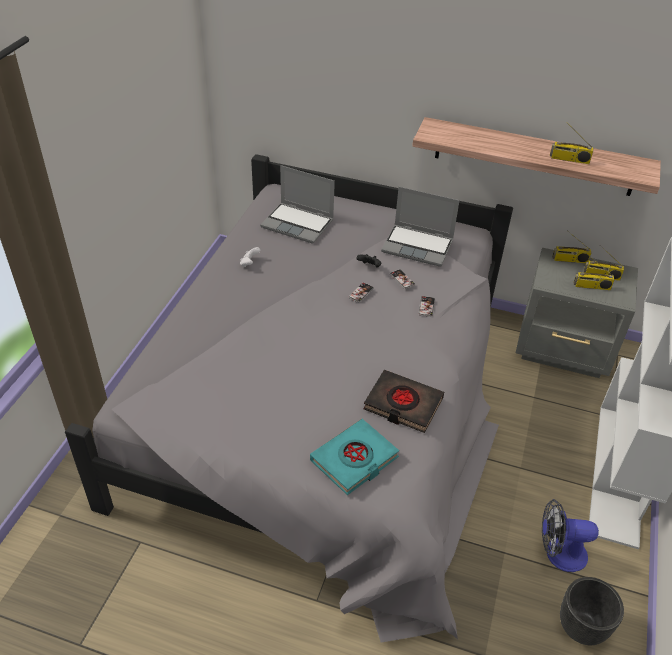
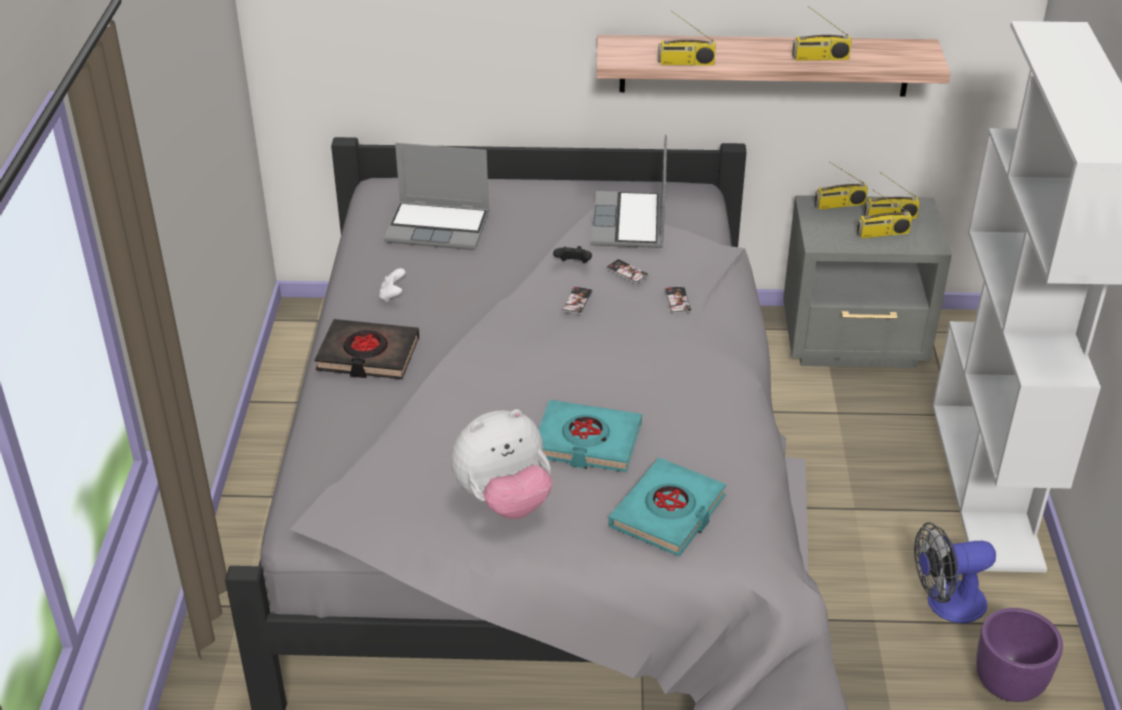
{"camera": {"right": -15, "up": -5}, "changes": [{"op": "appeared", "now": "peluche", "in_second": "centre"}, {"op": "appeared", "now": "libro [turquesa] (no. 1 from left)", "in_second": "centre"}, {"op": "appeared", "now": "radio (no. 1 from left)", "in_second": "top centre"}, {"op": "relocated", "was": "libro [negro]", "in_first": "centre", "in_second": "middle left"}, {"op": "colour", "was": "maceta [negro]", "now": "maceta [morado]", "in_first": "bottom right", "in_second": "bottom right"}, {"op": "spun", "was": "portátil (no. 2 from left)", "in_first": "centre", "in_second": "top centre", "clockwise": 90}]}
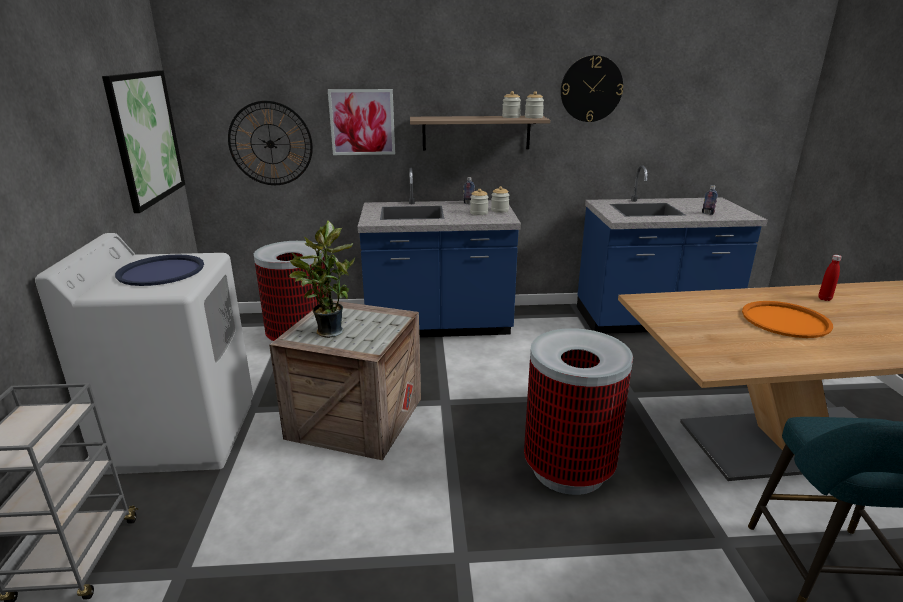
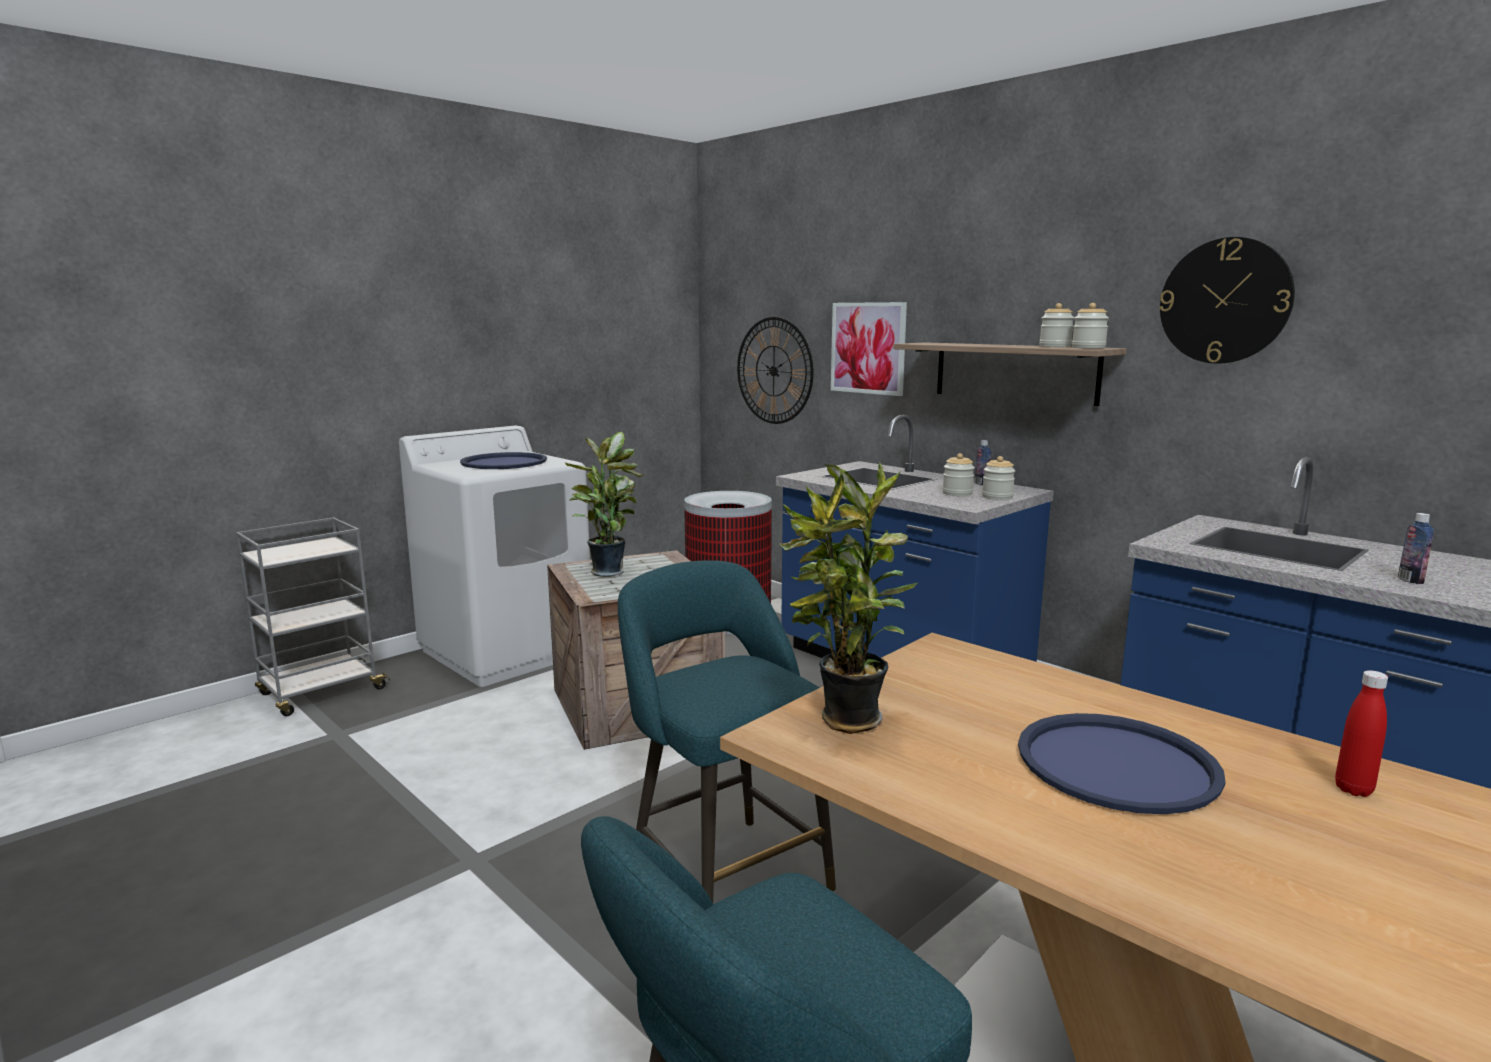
{"camera": {"right": 50, "up": -10}, "changes": [{"op": "missing", "was": "cuadro (no. 1 from left)", "in_first": "top left"}, {"op": "appeared", "now": "planta en maceta (no. 2 from left)", "in_second": "centre"}, {"op": "exchanged", "was": "papelera (no. 2 from left)", "now": "taburete [turquesa] (no. 1 from left)", "in_first": "bottom centre", "in_second": "bottom centre"}, {"op": "colour", "was": "bandeja [naranja]", "now": "bandeja [azul] (no. 2 from left)", "in_first": "middle right", "in_second": "bottom right"}]}
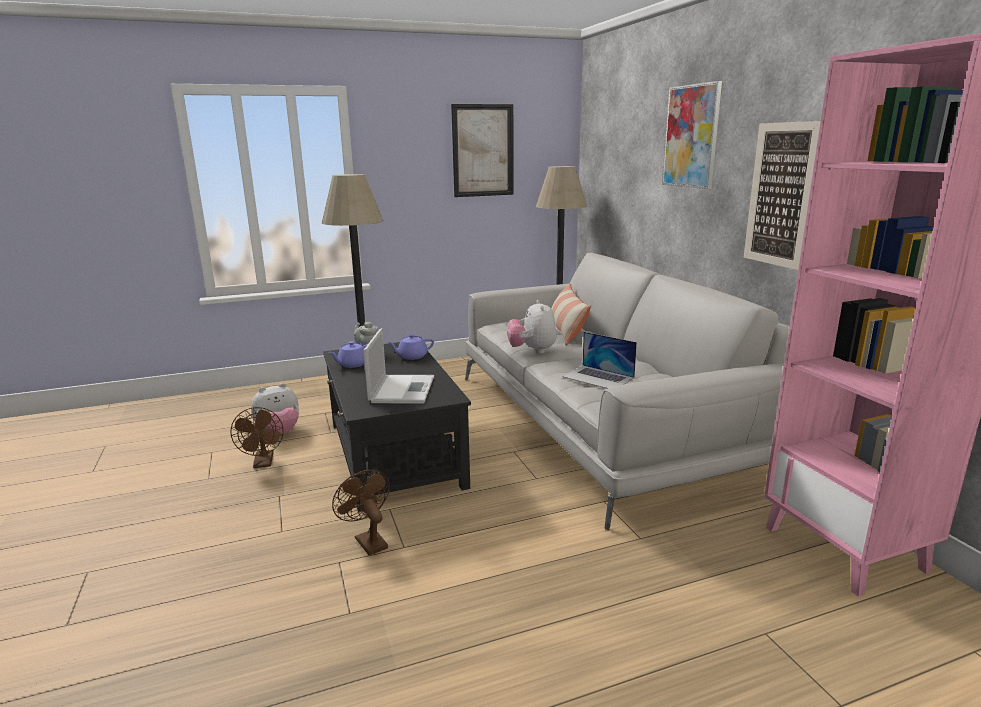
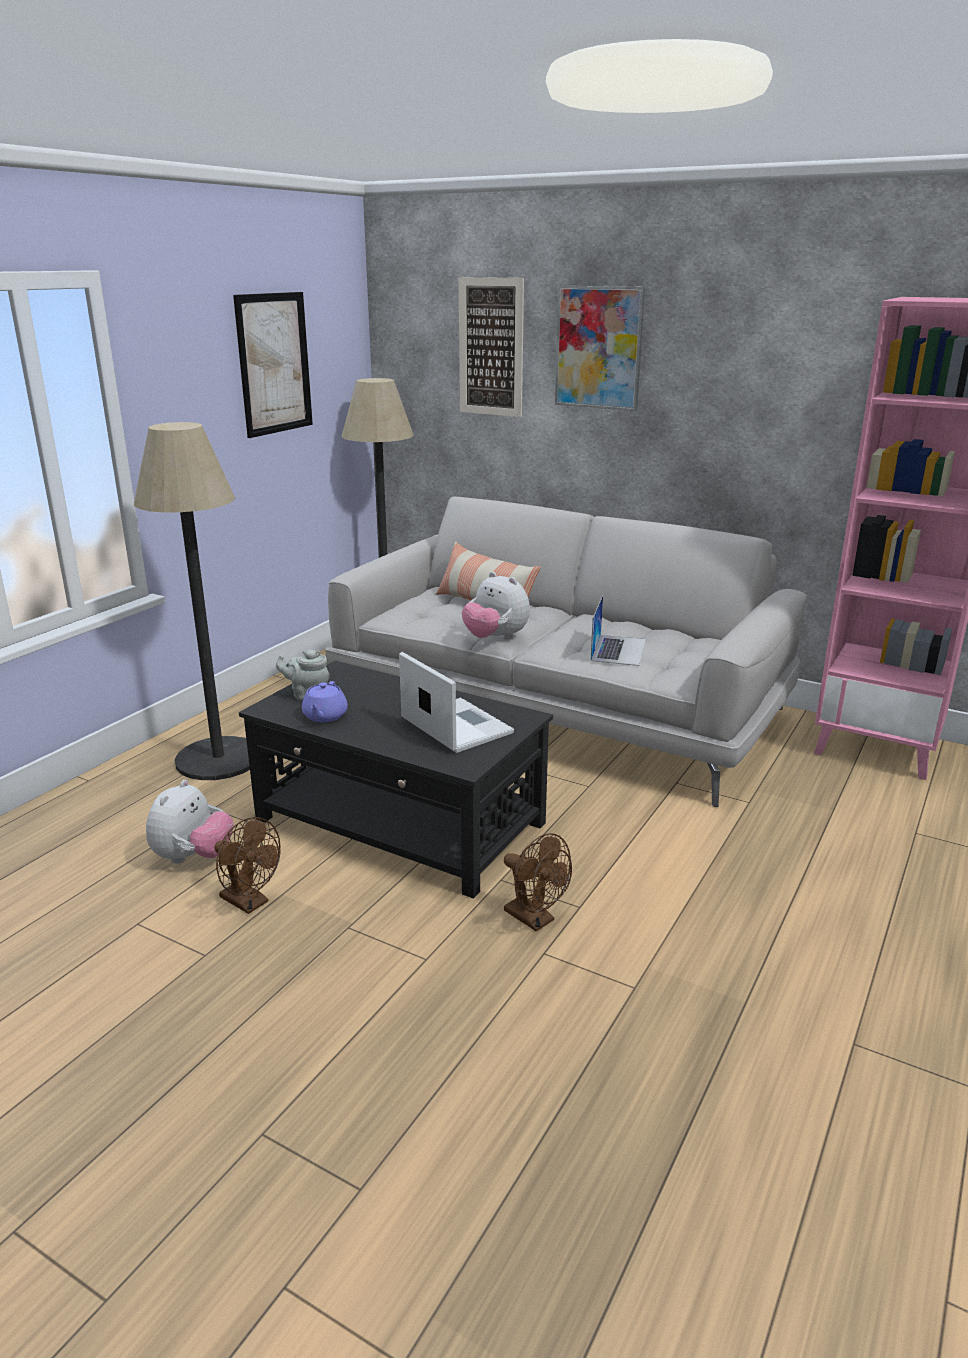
{"camera": {"right": -40, "up": 5}, "changes": [{"op": "missing", "was": "tetera [morado] (no. 2 from left)", "in_first": "centre"}, {"op": "relocated", "was": "cuadro (no. 3 from left in the first image)", "now": "cuadro (no. 2 from left)", "in_first": "top right", "in_second": "top centre"}, {"op": "spun", "was": "ventilador [marrón] (no. 2 from left)", "in_first": "bottom centre", "in_second": "centre", "clockwise": -150}, {"op": "spun", "was": "portátil (no. 2 from left)", "in_first": "centre", "in_second": "centre", "clockwise": -75}]}
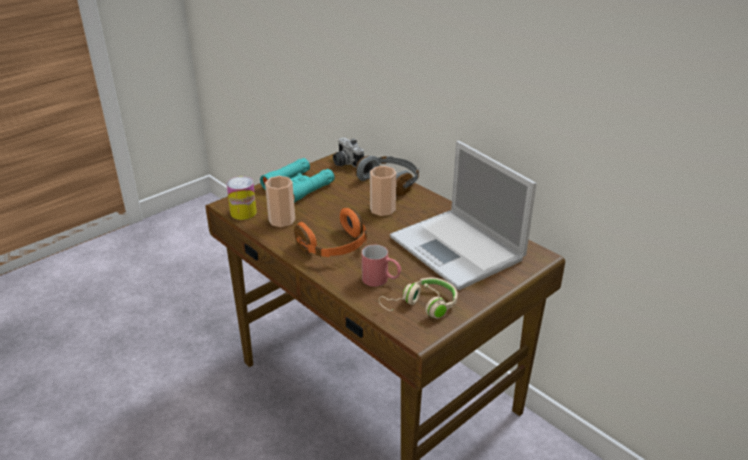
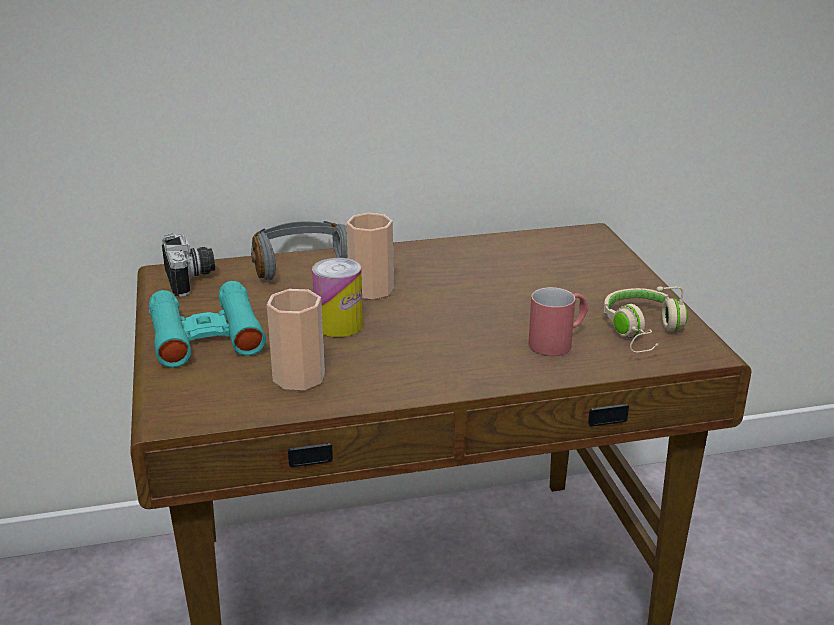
{"camera": {"right": -60, "up": -5}, "changes": [{"op": "missing", "was": "auriculares [naranja]", "in_first": "centre"}, {"op": "missing", "was": "portátil", "in_first": "centre"}, {"op": "relocated", "was": "lata", "in_first": "middle left", "in_second": "centre"}, {"op": "spun", "was": "cámara", "in_first": "top centre", "in_second": "middle left", "clockwise": -105}]}
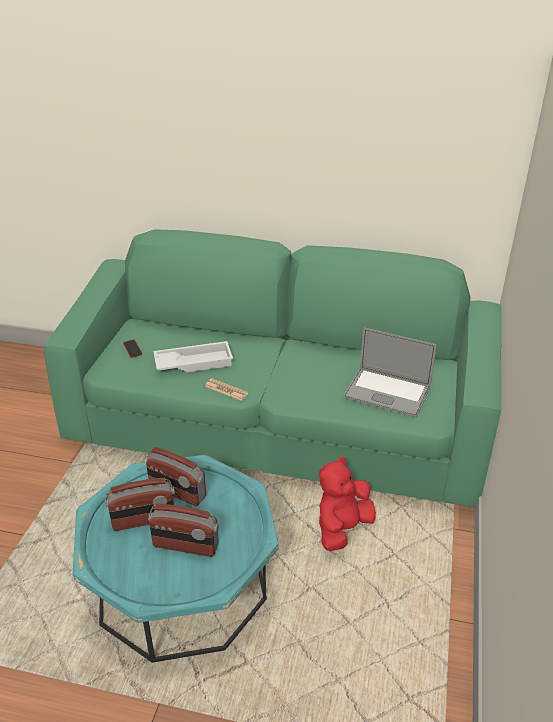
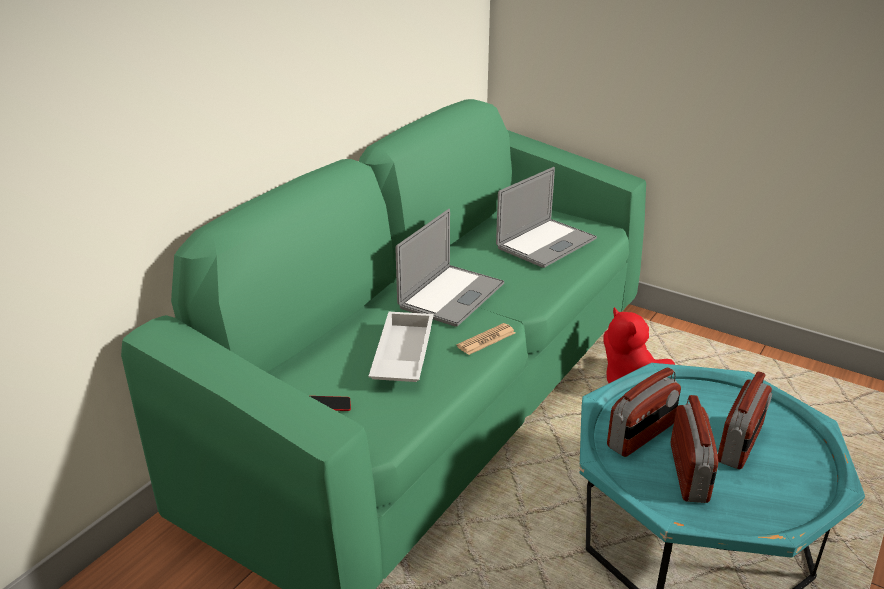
{"camera": {"right": -70, "up": -5}, "changes": [{"op": "appeared", "now": "portátil (no. 1 from left)", "in_second": "centre"}]}
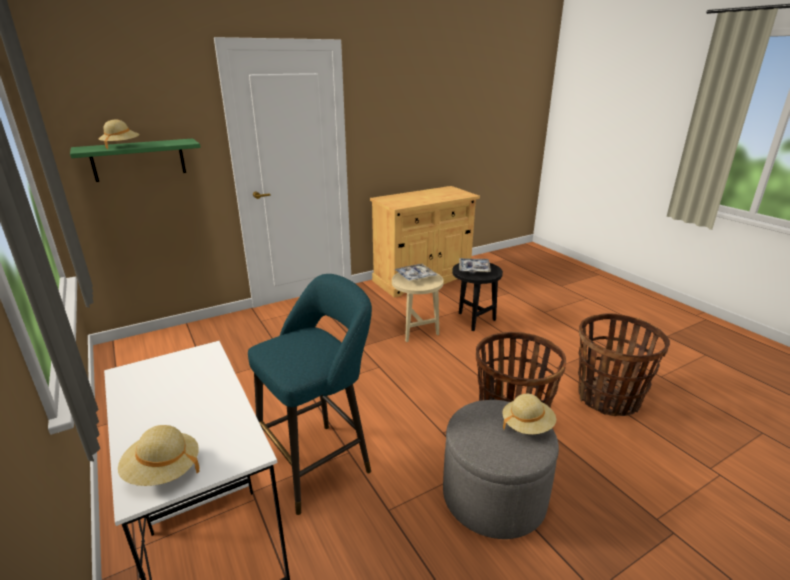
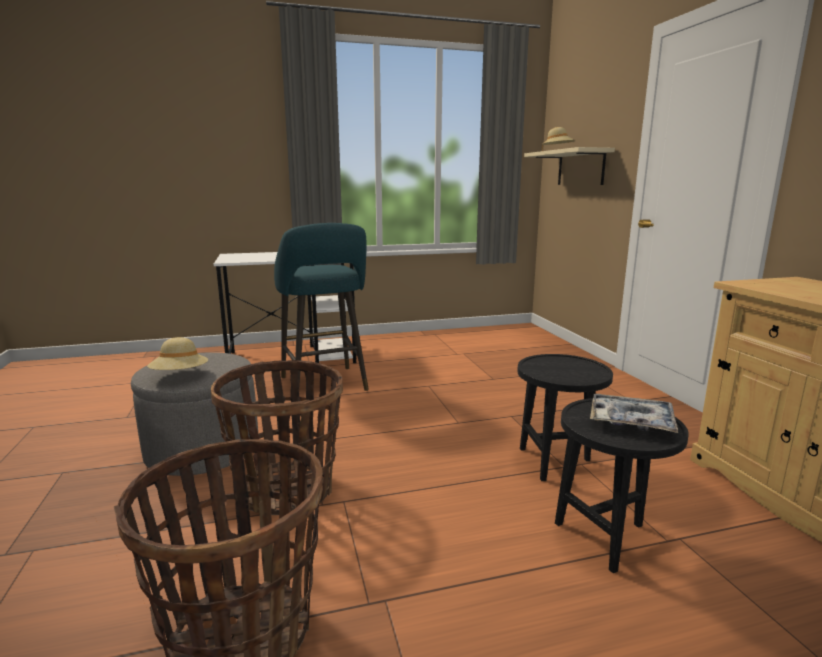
{"camera": {"right": 105, "up": -10}, "changes": [{"op": "missing", "was": "sombrero [beis] (no. 2 from left)", "in_first": "bottom left"}, {"op": "missing", "was": "bandeja (no. 1 from left)", "in_first": "centre"}, {"op": "colour", "was": "estante [verde]", "now": "estante [beis]", "in_first": "top left", "in_second": "top right"}, {"op": "colour", "was": "mesa auxiliar [beis]", "now": "mesa auxiliar [negro] (no. 1 from left)", "in_first": "centre", "in_second": "middle right"}]}
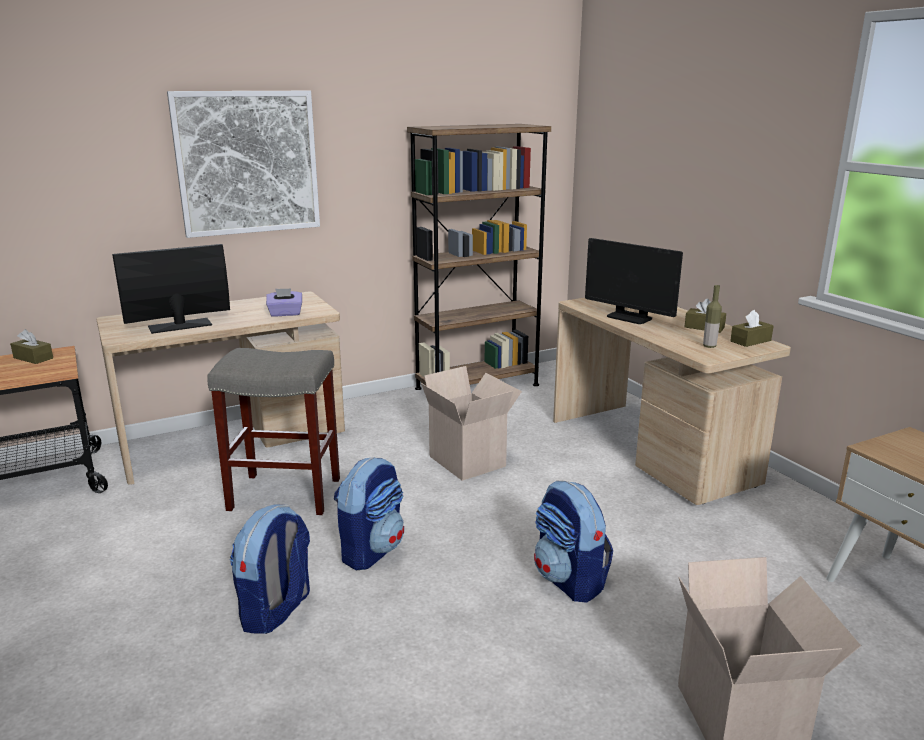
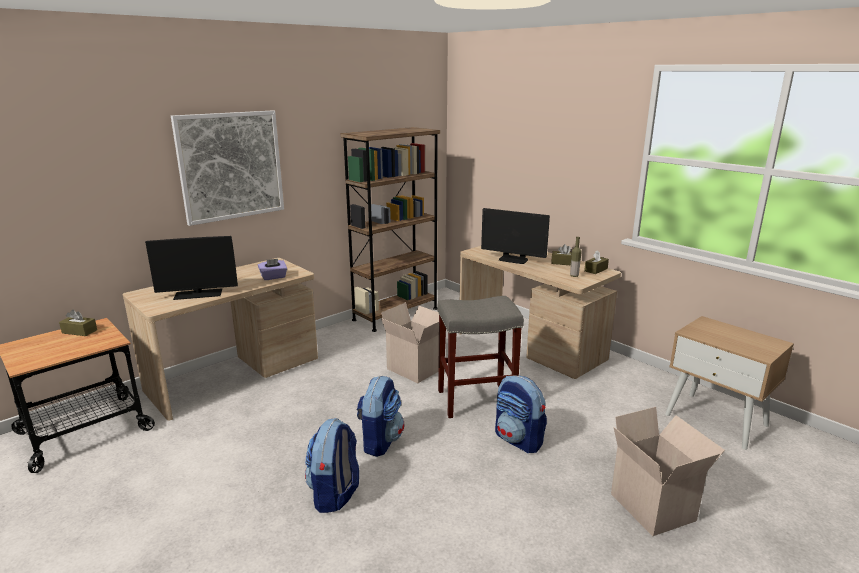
{"camera": {"right": -15, "up": 0}, "changes": [{"op": "relocated", "was": "taburete [gris]", "in_first": "middle left", "in_second": "centre"}, {"op": "spun", "was": "monitor (no. 1 from left)", "in_first": "middle left", "in_second": "middle left", "clockwise": -150}]}
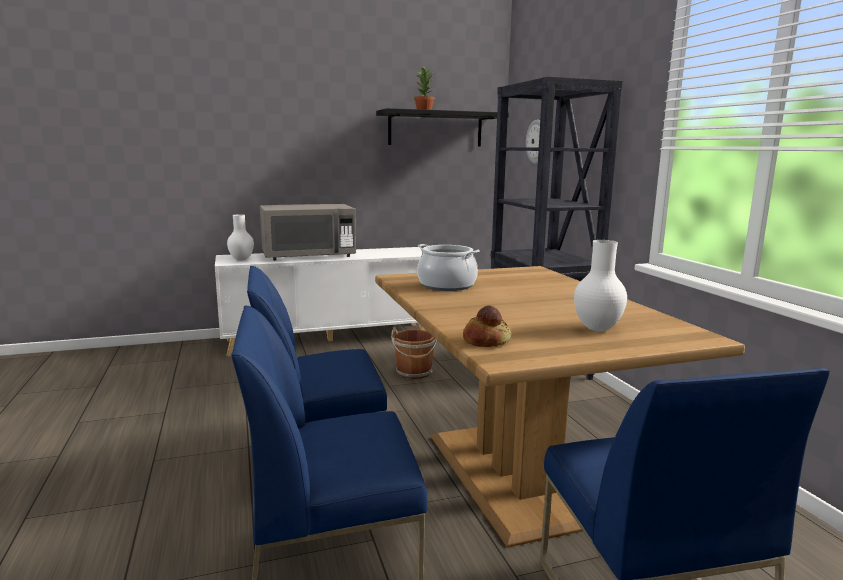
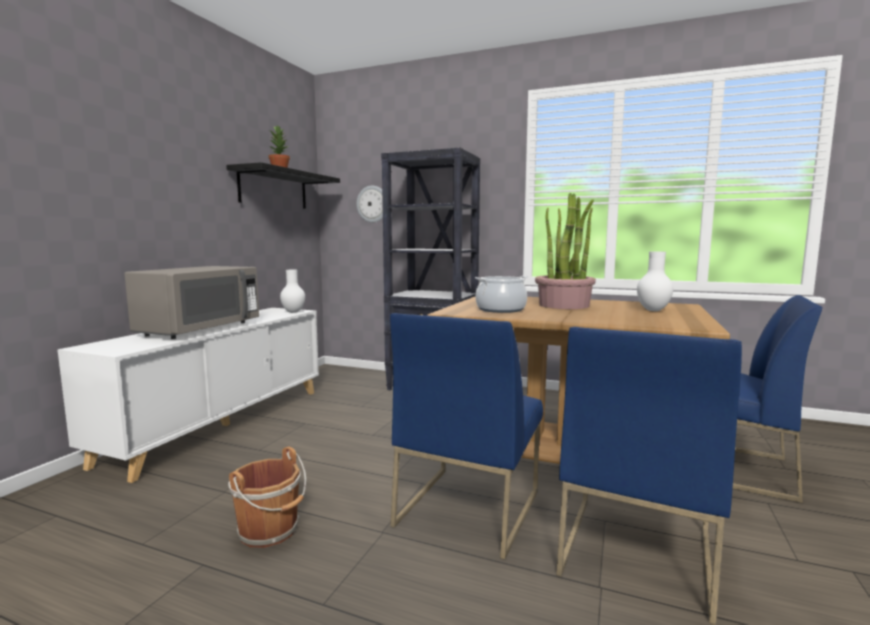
{"camera": {"right": -50, "up": -5}, "changes": [{"op": "missing", "was": "pan", "in_first": "centre"}, {"op": "appeared", "now": "planta en maceta (no. 2 from left)", "in_second": "centre"}, {"op": "relocated", "was": "florero [blanco] (no. 1 from left)", "in_first": "middle left", "in_second": "centre"}, {"op": "relocated", "was": "cubo [marrón]", "in_first": "centre", "in_second": "bottom left"}]}
